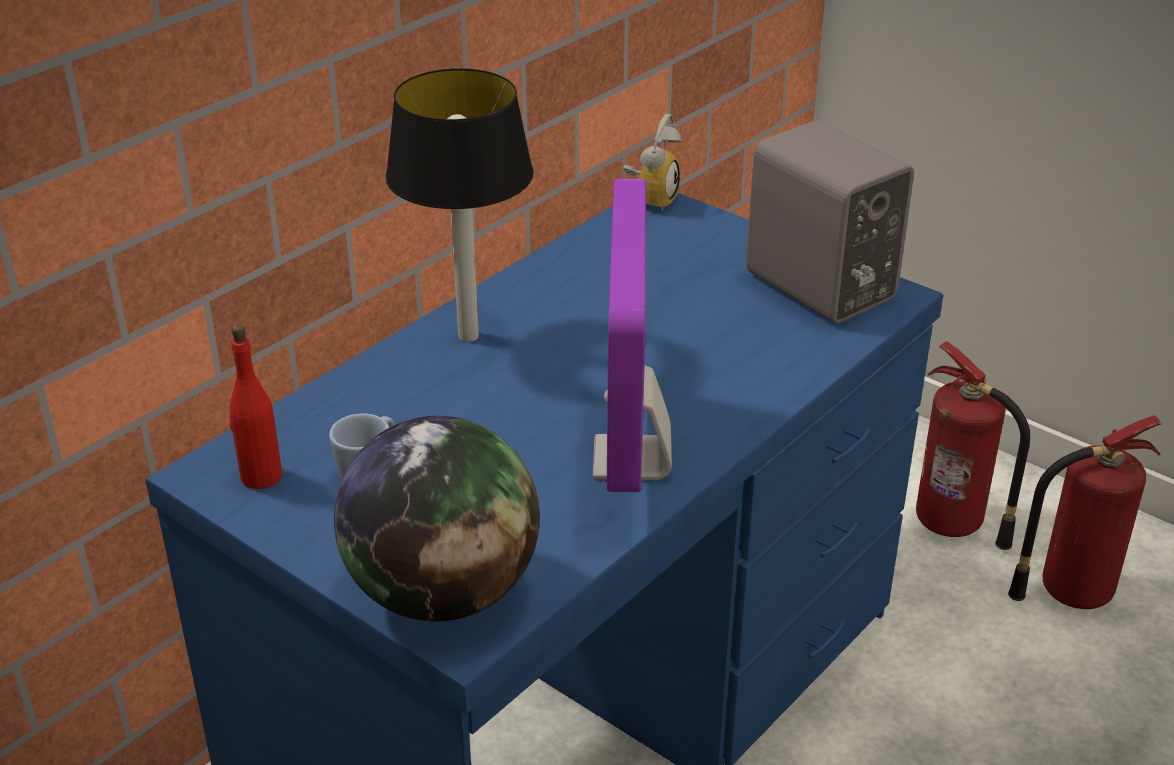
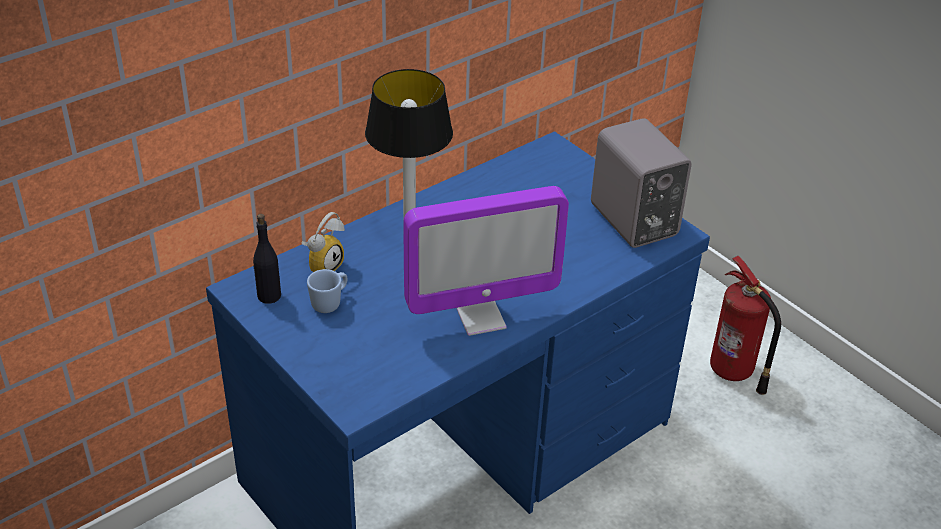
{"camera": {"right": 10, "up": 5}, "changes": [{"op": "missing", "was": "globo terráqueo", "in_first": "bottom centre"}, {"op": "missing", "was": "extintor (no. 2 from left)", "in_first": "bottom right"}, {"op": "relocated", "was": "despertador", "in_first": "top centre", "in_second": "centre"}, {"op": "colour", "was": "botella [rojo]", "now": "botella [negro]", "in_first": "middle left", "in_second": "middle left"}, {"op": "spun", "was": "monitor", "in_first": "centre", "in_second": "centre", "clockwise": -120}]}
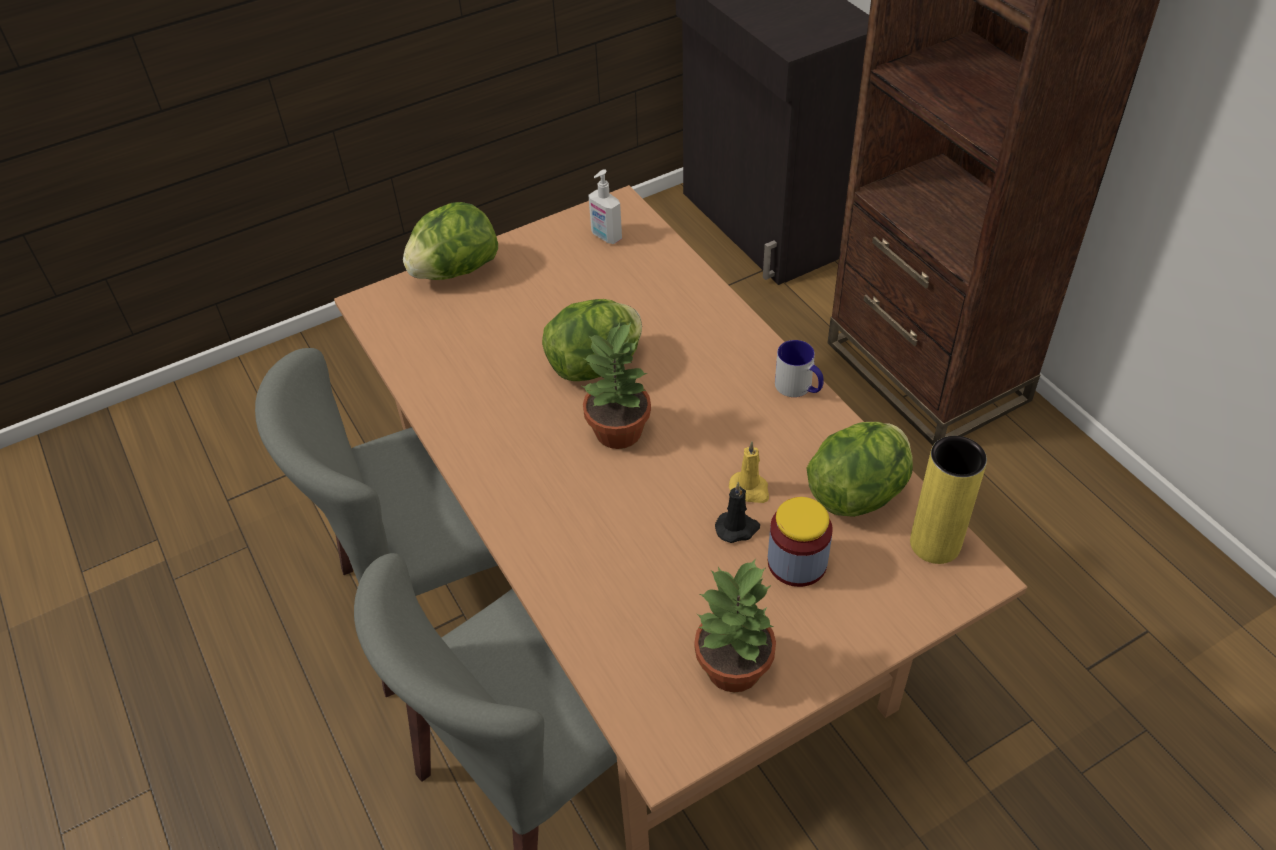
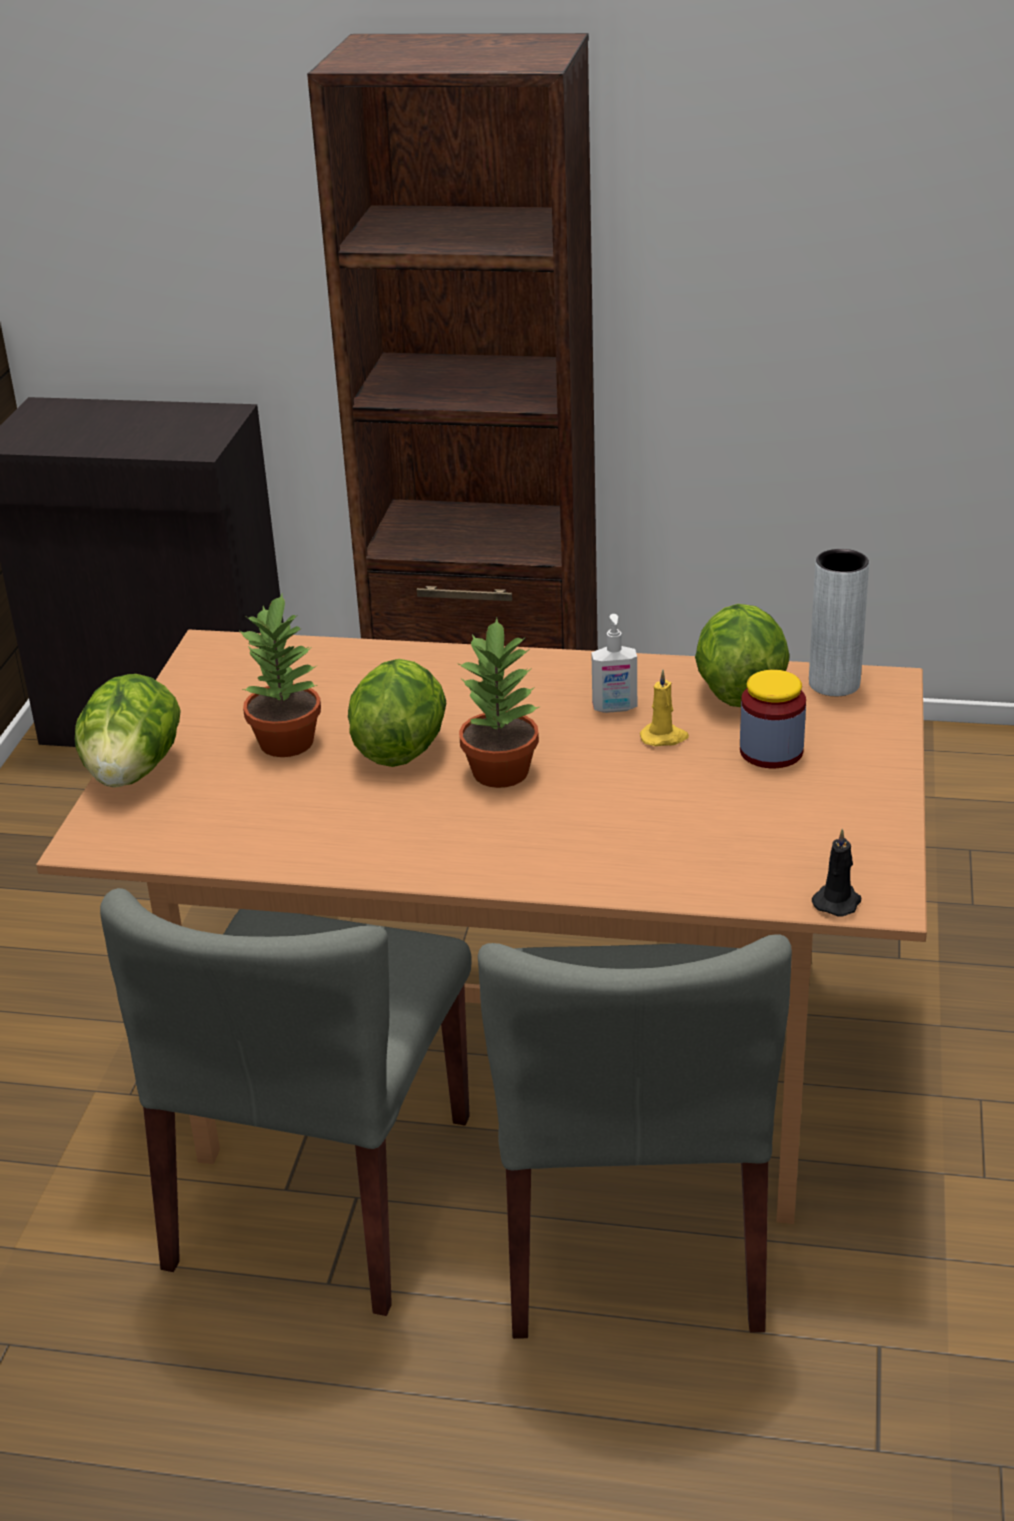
{"camera": {"right": -50, "up": -15}, "changes": [{"op": "missing", "was": "taza grande", "in_first": "centre"}, {"op": "relocated", "was": "dispensador de jabón", "in_first": "top centre", "in_second": "centre"}, {"op": "relocated", "was": "planta en maceta (no. 2 from left in the first image)", "now": "planta en maceta (no. 1 from left)", "in_first": "bottom centre", "in_second": "middle left"}, {"op": "relocated", "was": "vela [negro]", "in_first": "centre", "in_second": "middle right"}, {"op": "colour", "was": "florero [amarillo]", "now": "florero [gris]", "in_first": "middle right", "in_second": "middle right"}]}
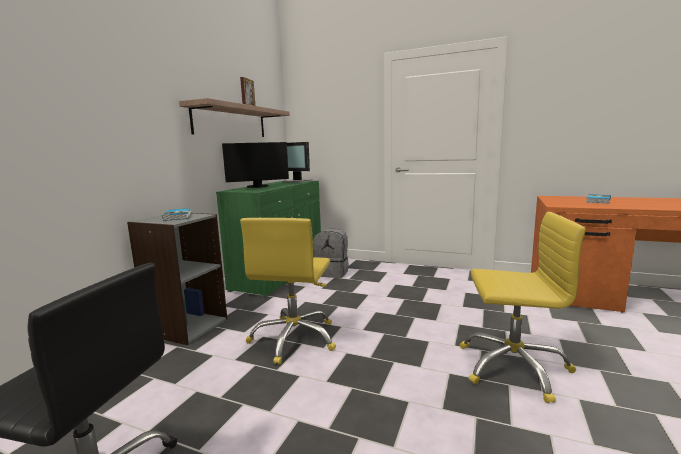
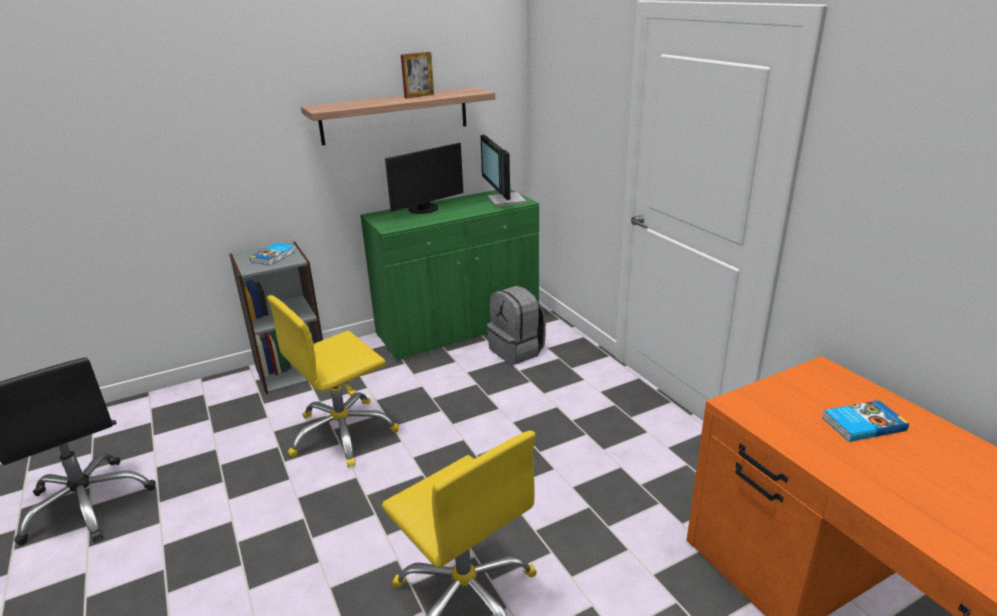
{"camera": {"right": 40, "up": 15}, "changes": [{"op": "spun", "was": "monitor (no. 1 from left)", "in_first": "centre", "in_second": "top centre", "clockwise": -60}]}
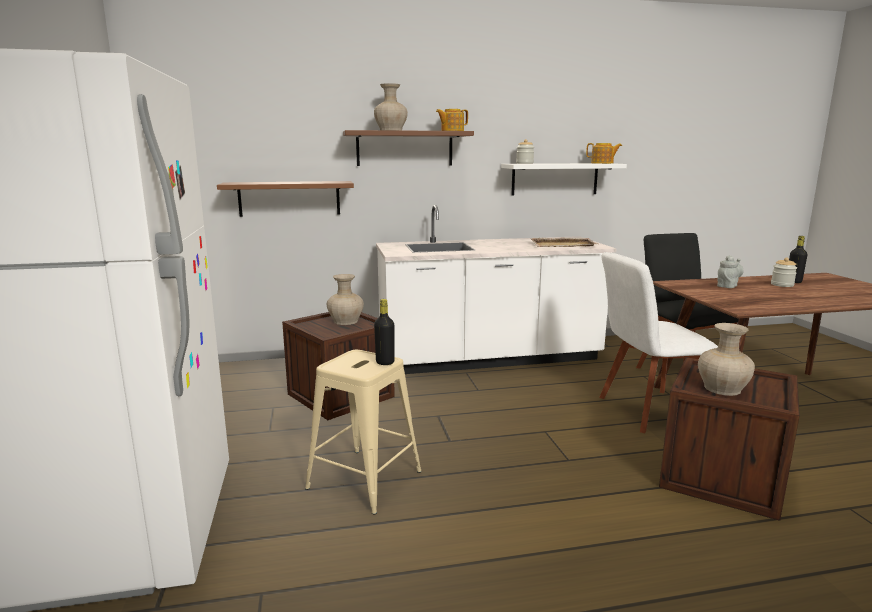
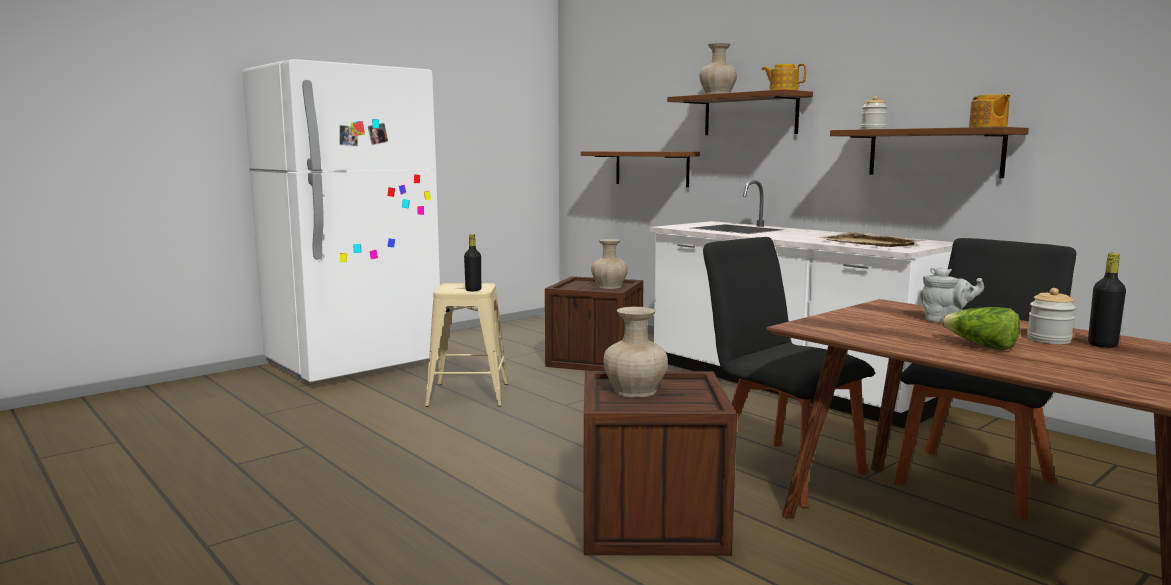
{"camera": {"right": 60, "up": -5}, "changes": [{"op": "appeared", "now": "lechuga", "in_second": "middle right"}, {"op": "colour", "was": "estante [blanco]", "now": "estante [marrón] (no. 3 from left)", "in_first": "top centre", "in_second": "top right"}, {"op": "colour", "was": "silla [blanco]", "now": "silla [negro] (no. 1 from left)", "in_first": "middle right", "in_second": "middle right"}]}
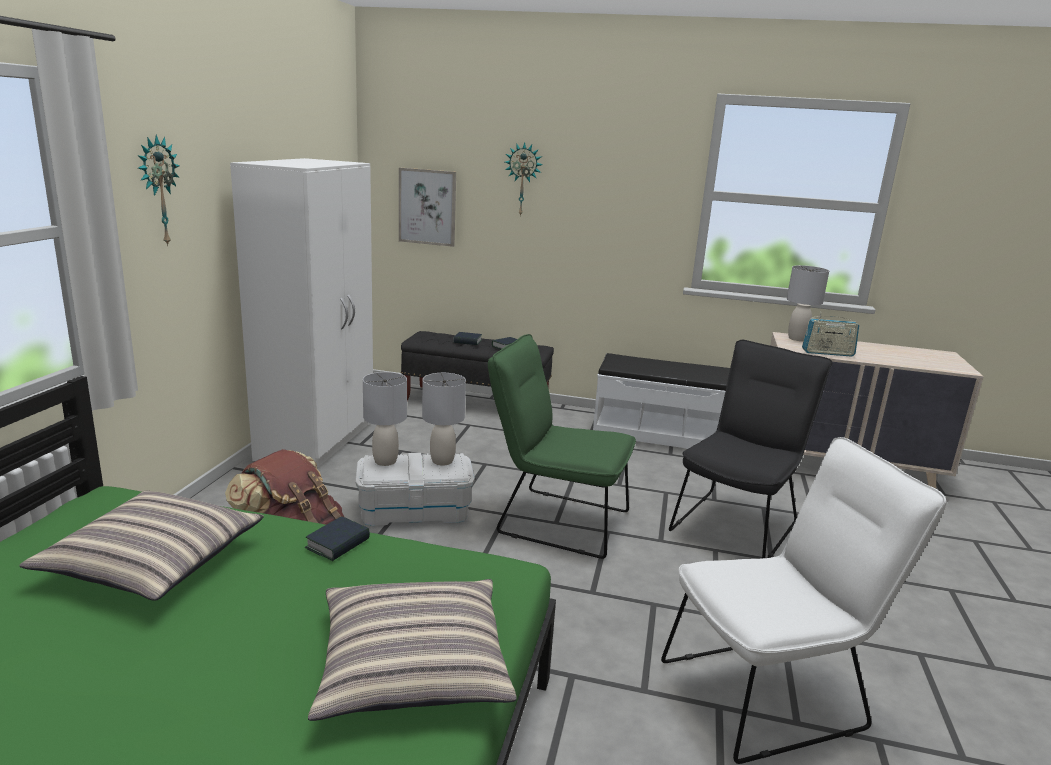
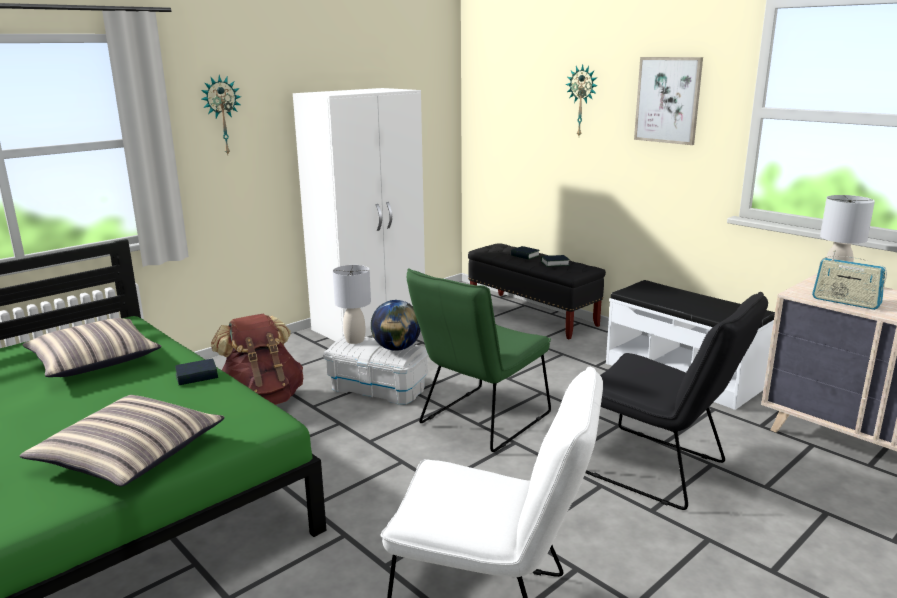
{"camera": {"right": 35, "up": 0}, "changes": [{"op": "relocated", "was": "cuadro", "in_first": "top centre", "in_second": "top right"}, {"op": "exchanged", "was": "lámpara de mesa [gris] (no. 2 from left)", "now": "globo terráqueo", "in_first": "centre", "in_second": "centre"}, {"op": "spun", "was": "silla [verde]", "in_first": "centre", "in_second": "centre", "clockwise": -105}, {"op": "spun", "was": "silla [negro]", "in_first": "middle right", "in_second": "bottom right", "clockwise": 60}]}
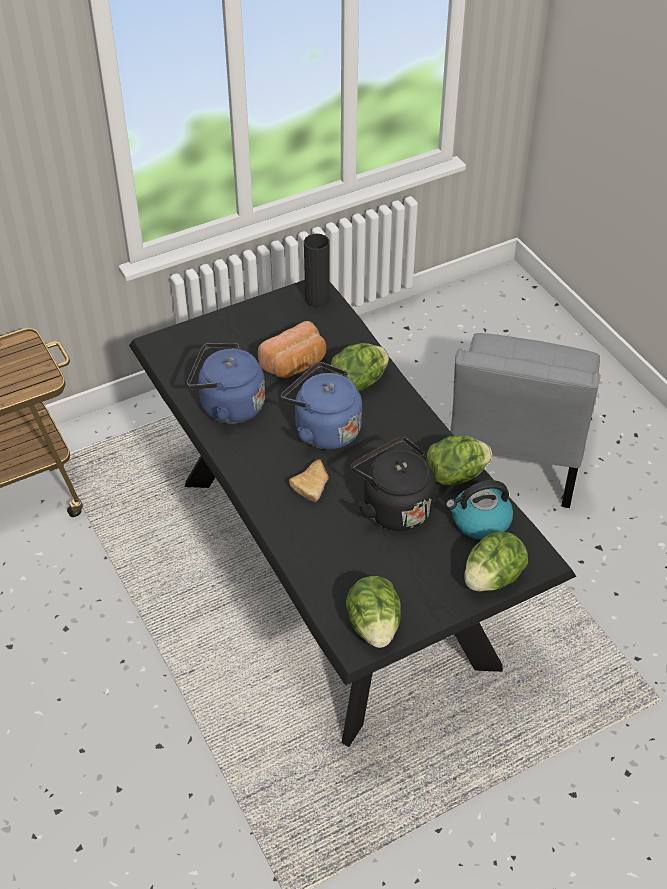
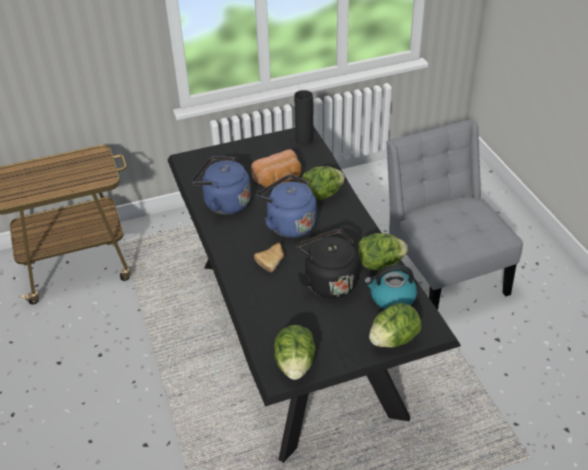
{"camera": {"right": 10, "up": -5}, "changes": [{"op": "spun", "was": "silla [gris]", "in_first": "middle right", "in_second": "middle right", "clockwise": 135}]}
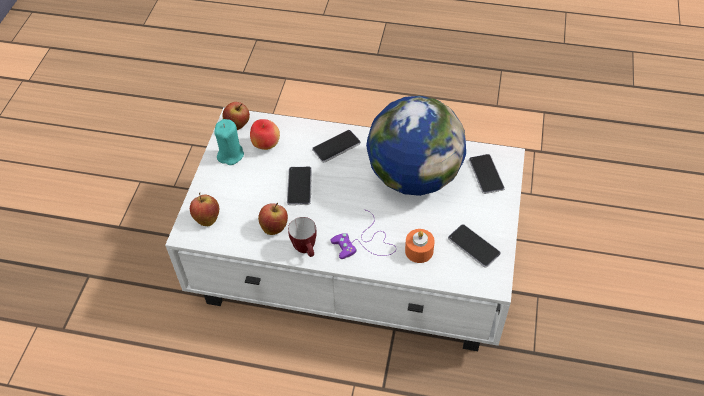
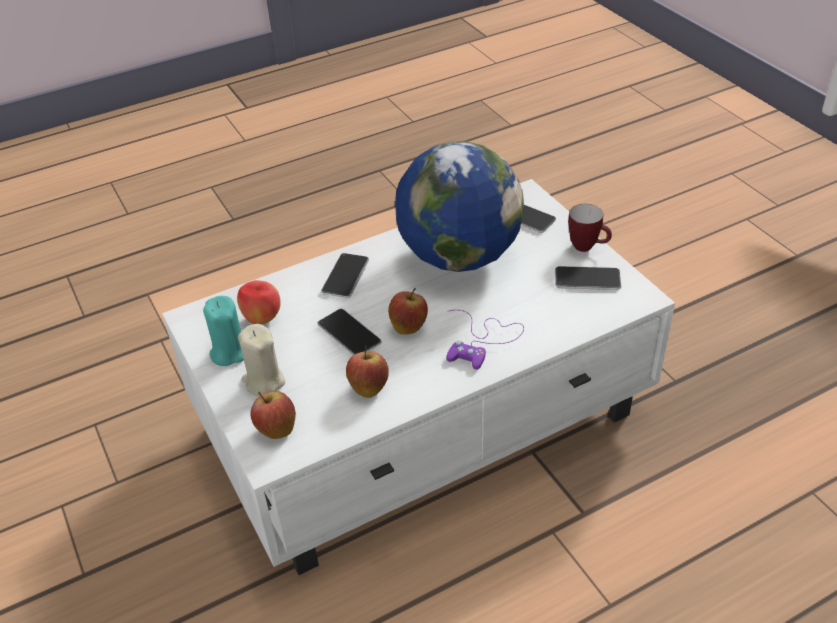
{"camera": {"right": -40, "up": -10}, "changes": [{"op": "missing", "was": "vela [naranja]", "in_first": "centre"}, {"op": "appeared", "now": "vela [beis]", "in_second": "middle left"}, {"op": "relocated", "was": "manzana (no. 2 from left in the first image)", "now": "manzana (no. 4 from left)", "in_first": "top centre", "in_second": "centre"}, {"op": "relocated", "was": "taza grande", "in_first": "centre", "in_second": "middle right"}]}
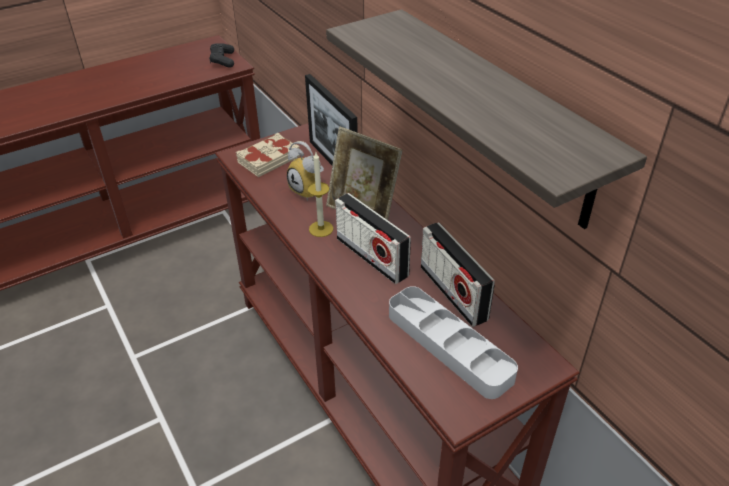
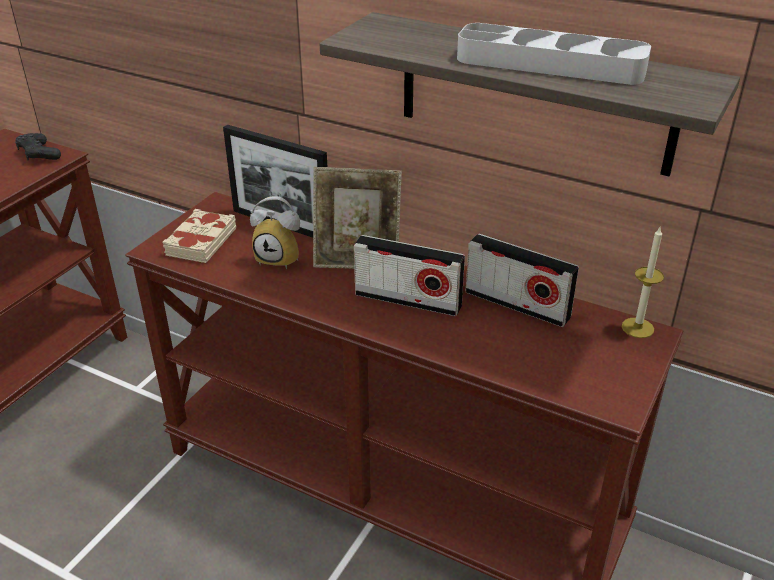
{"camera": {"right": -30, "up": -5}, "changes": [{"op": "relocated", "was": "vela", "in_first": "centre", "in_second": "middle right"}, {"op": "relocated", "was": "bandeja [gris]", "in_first": "bottom centre", "in_second": "top right"}]}
